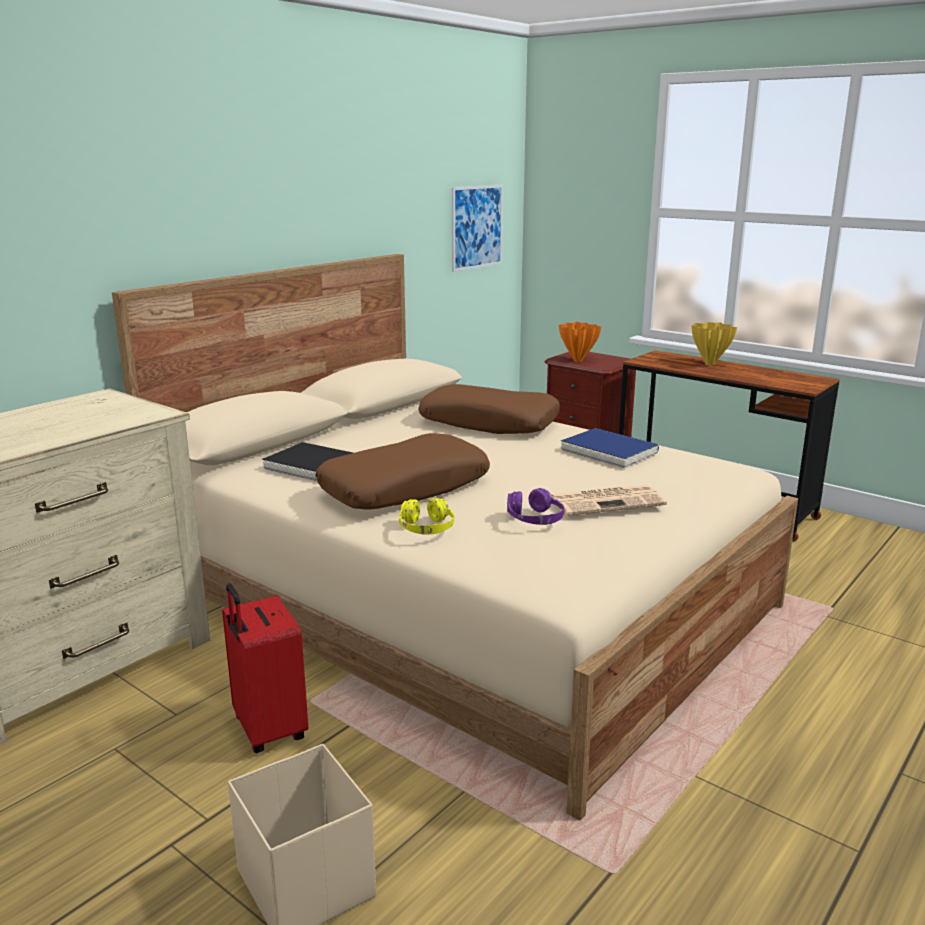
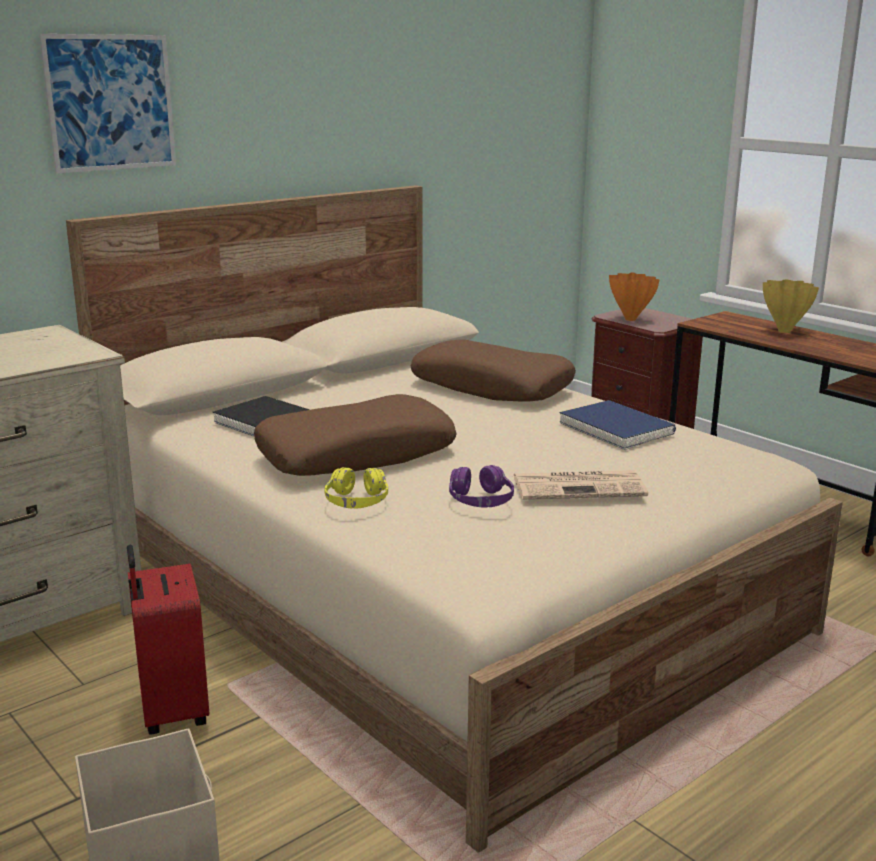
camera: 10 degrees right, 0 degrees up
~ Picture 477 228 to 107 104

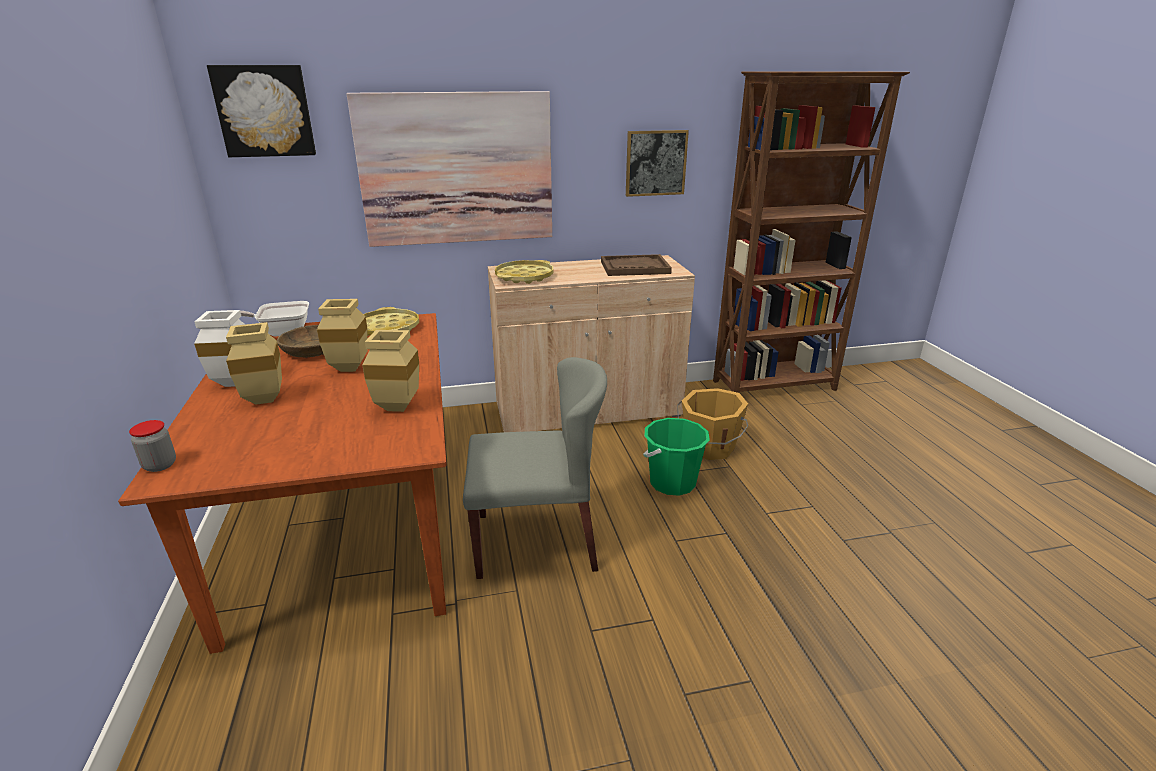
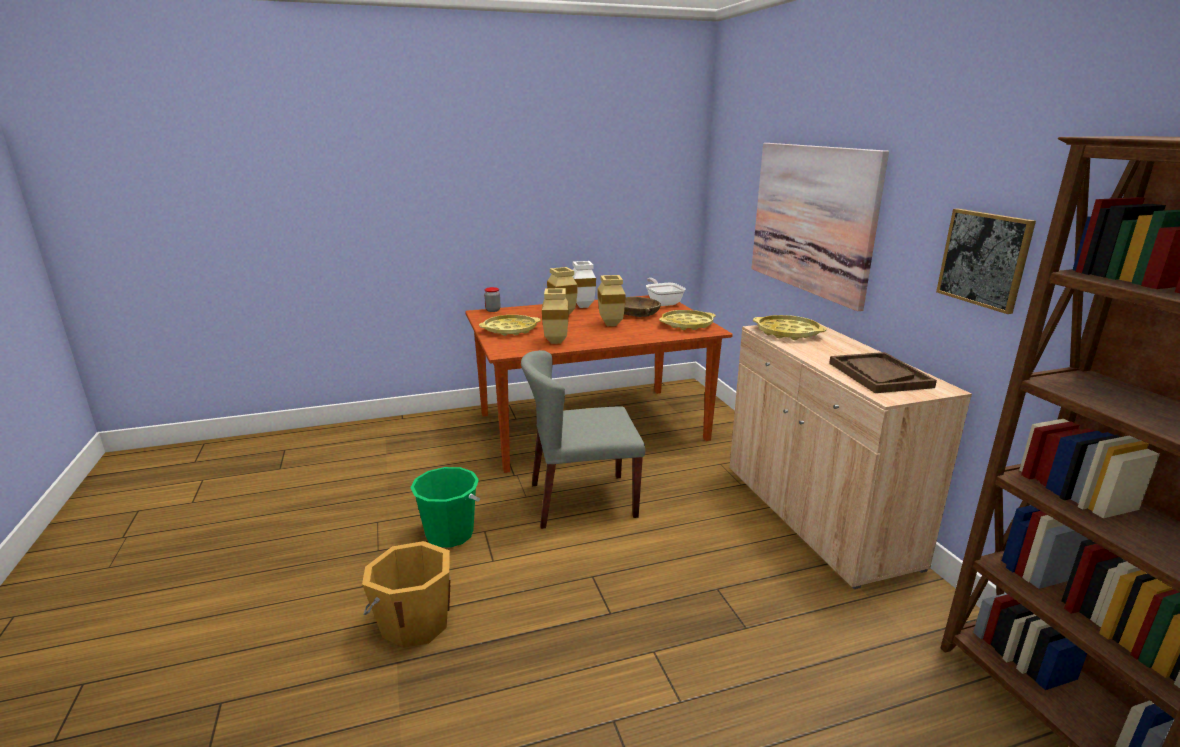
camera: 85 degrees right, 5 degrees down
- Picture 261 111
~ GrayChair 535 468 = 583 439 90 degrees clockwise
~ GreenBucket 676 457 to 445 507
~ OrangeyBucket 712 424 to 406 594
+ YellowServingTray 510 325

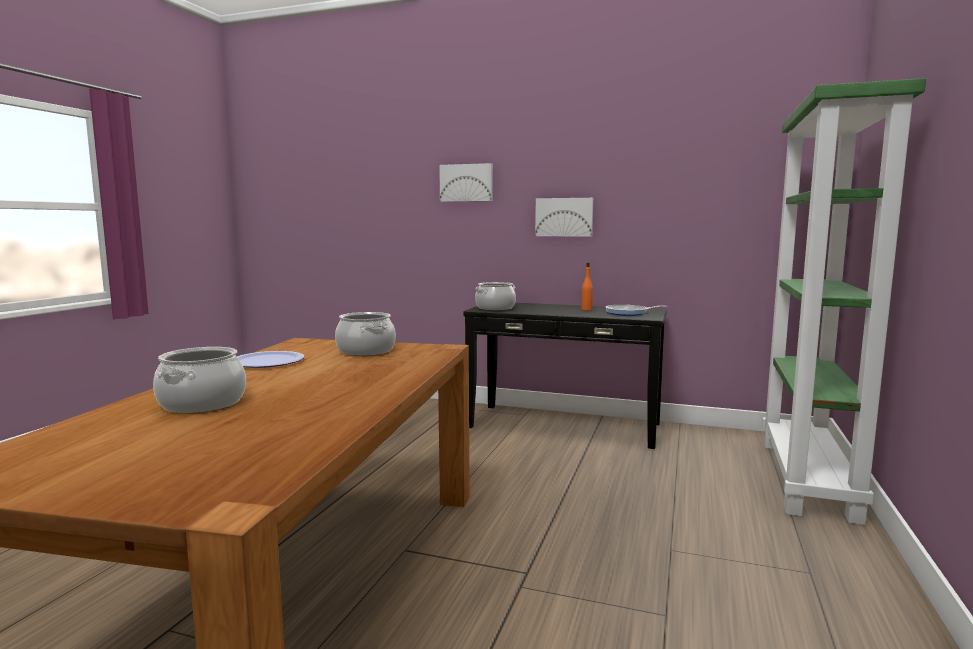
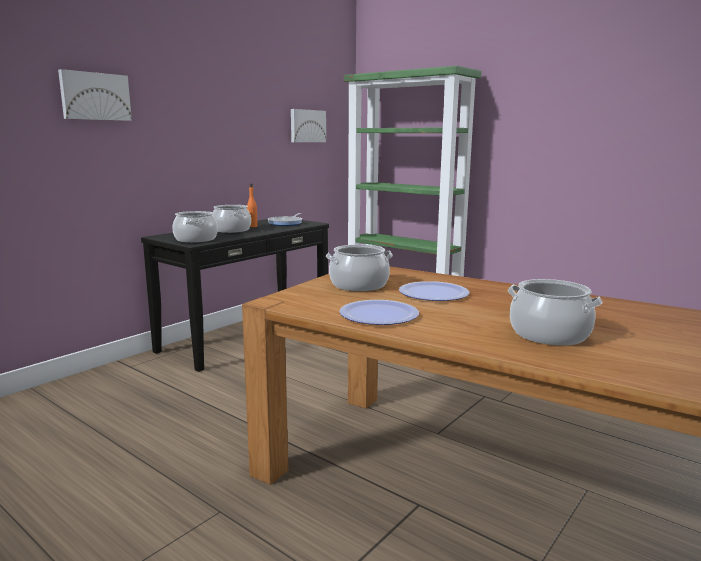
camera: 70 degrees left, 5 degrees up
~ Picture 564 217 to 308 125
+ Stockpot 231 219
+ Plate 434 291

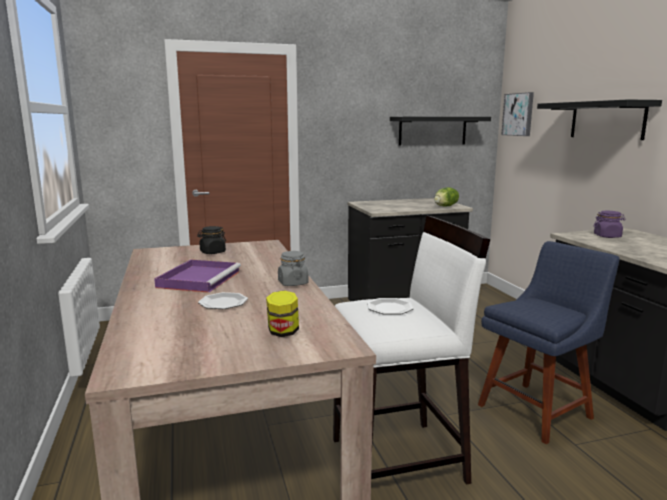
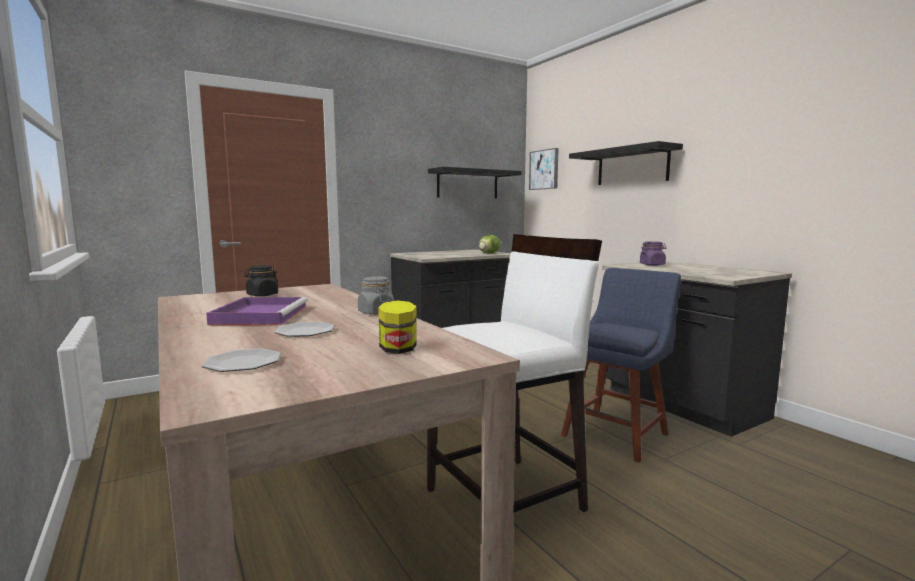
camera: 15 degrees left, 5 degrees down
~ Plate 390 306 to 241 360

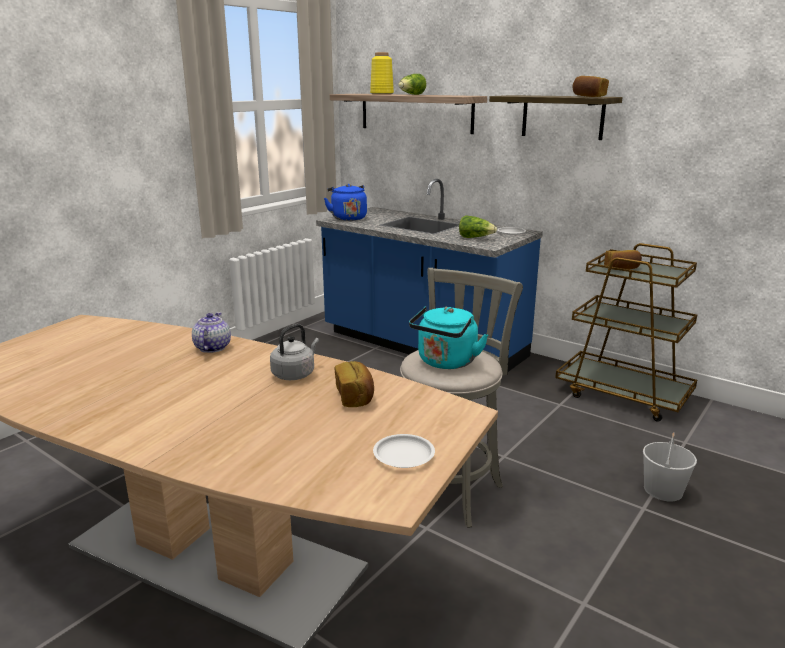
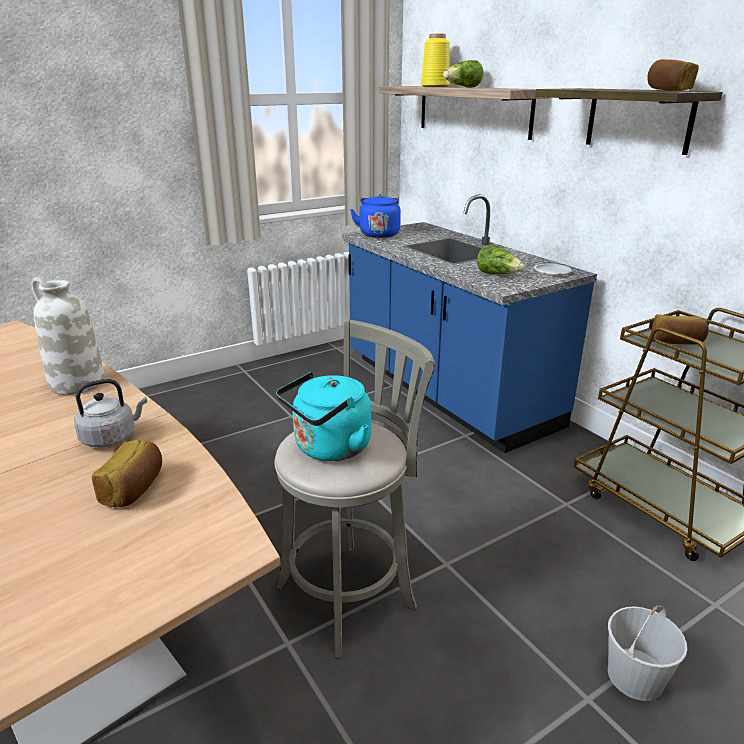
camera: 20 degrees right, 5 degrees up
~ TeaPot 211 332 to WhiteColouredFlowerVase 68 336
- WhiteColouredPlate 404 451

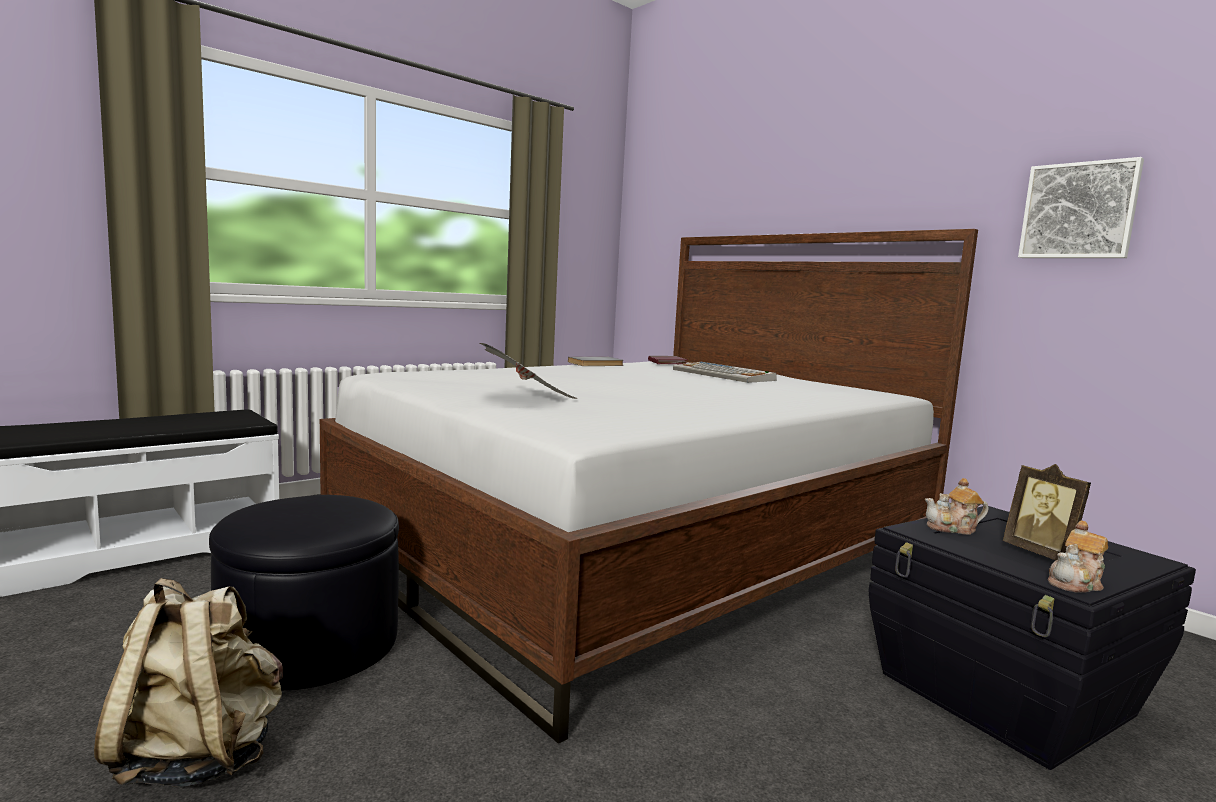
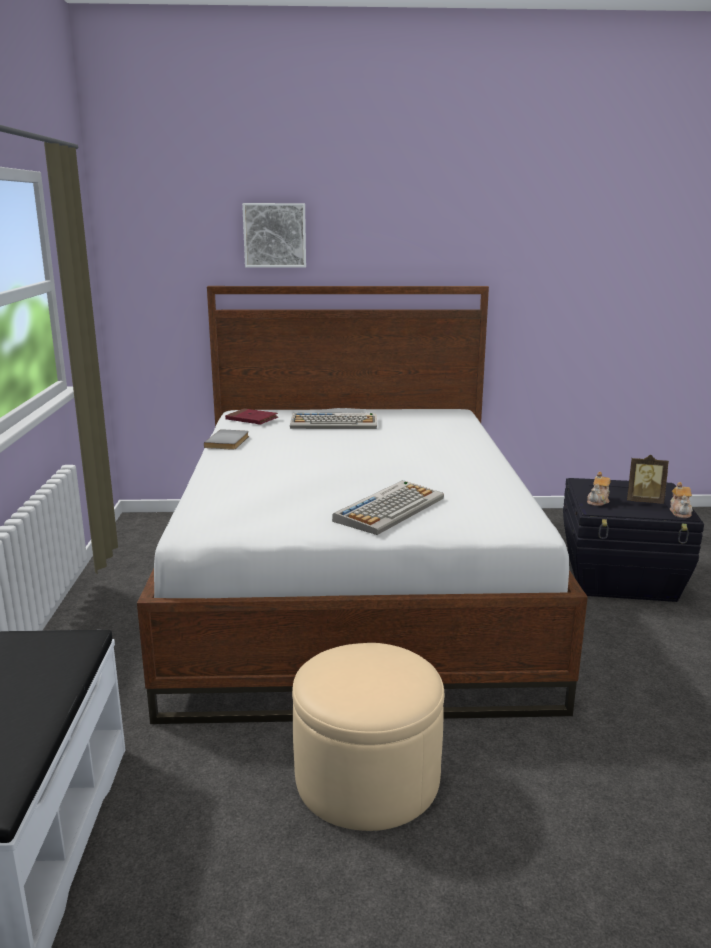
camera: 50 degrees left, 10 degrees up
- BeigeBackpack 188 682
~ BlackFootrest 304 592 to BeigeFootrest 368 737
~ PrintedPaper 528 371 to ComputerKeyboard 388 507
~ Picture 1081 207 to 274 235

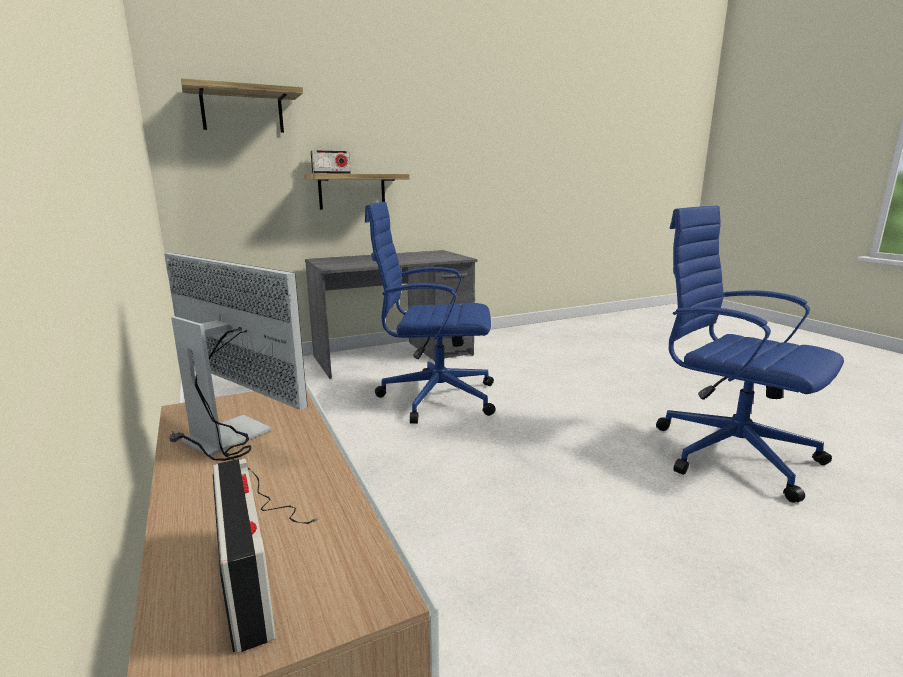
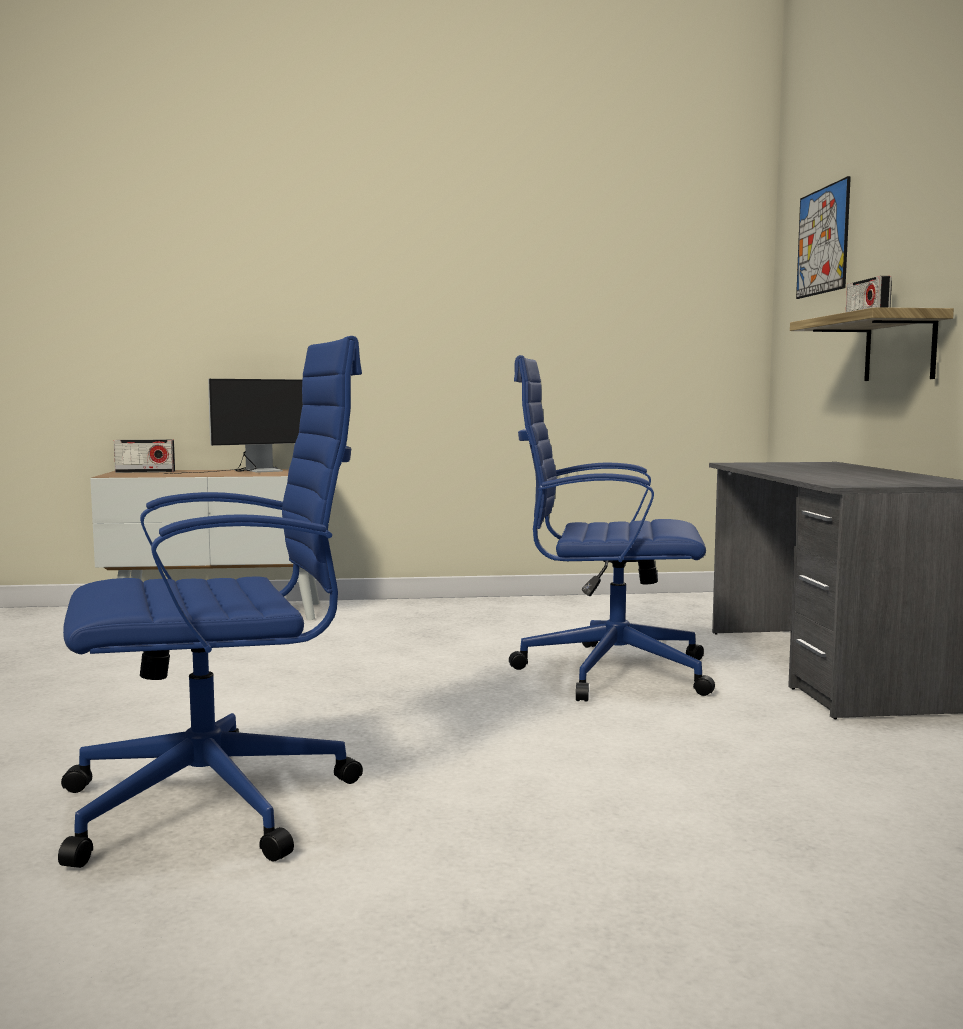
camera: 110 degrees right, 10 degrees down
~ BracketShelf 242 105 to Picture 823 237
~ BlueDeskChair 430 313 = 612 528 105 degrees counterclockwise

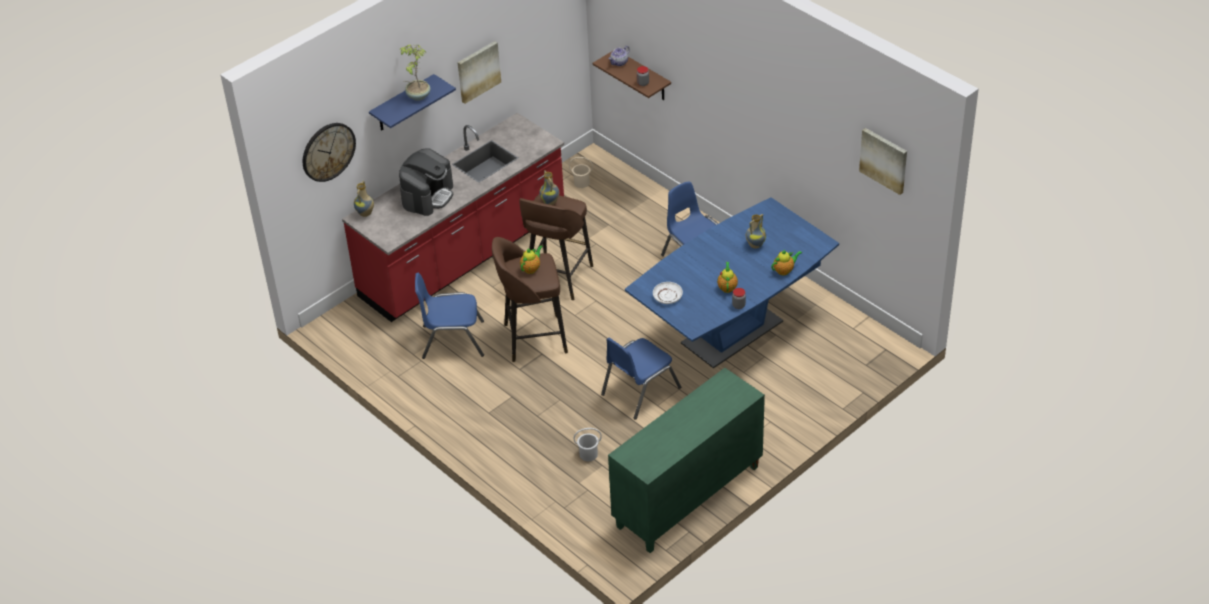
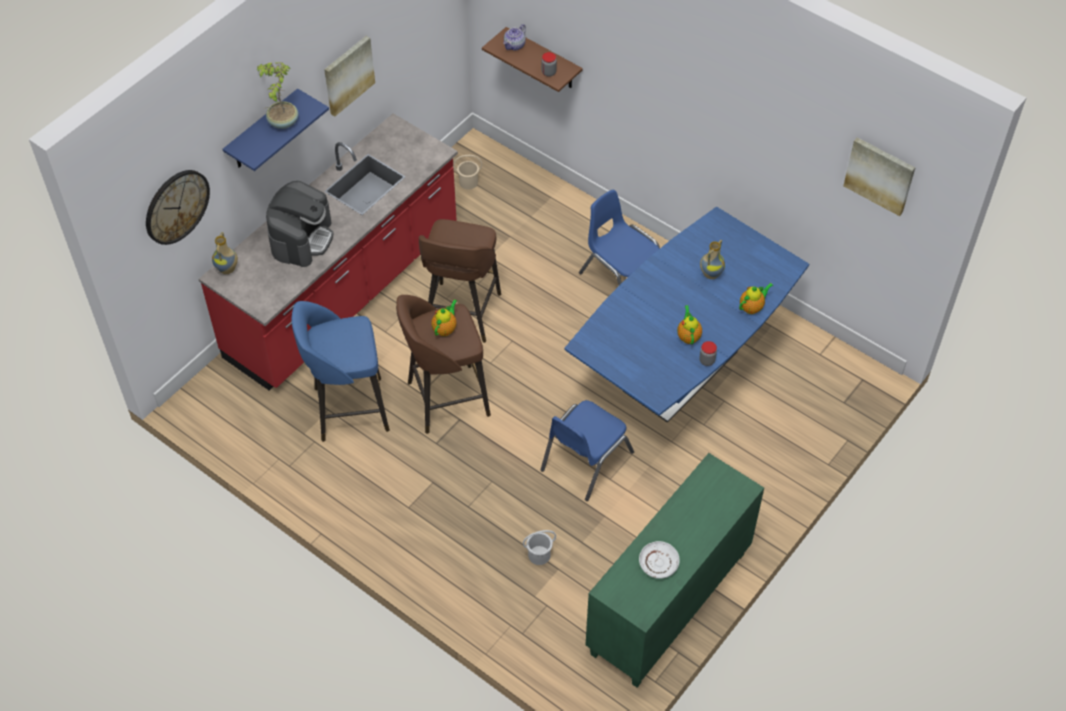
camera: 10 degrees left, 10 degrees up
~ BlueChair 449 316 to BlueSittingStool 341 371
- FlowerVase 549 187
~ WhiteColouredPlate 668 293 to 659 560

